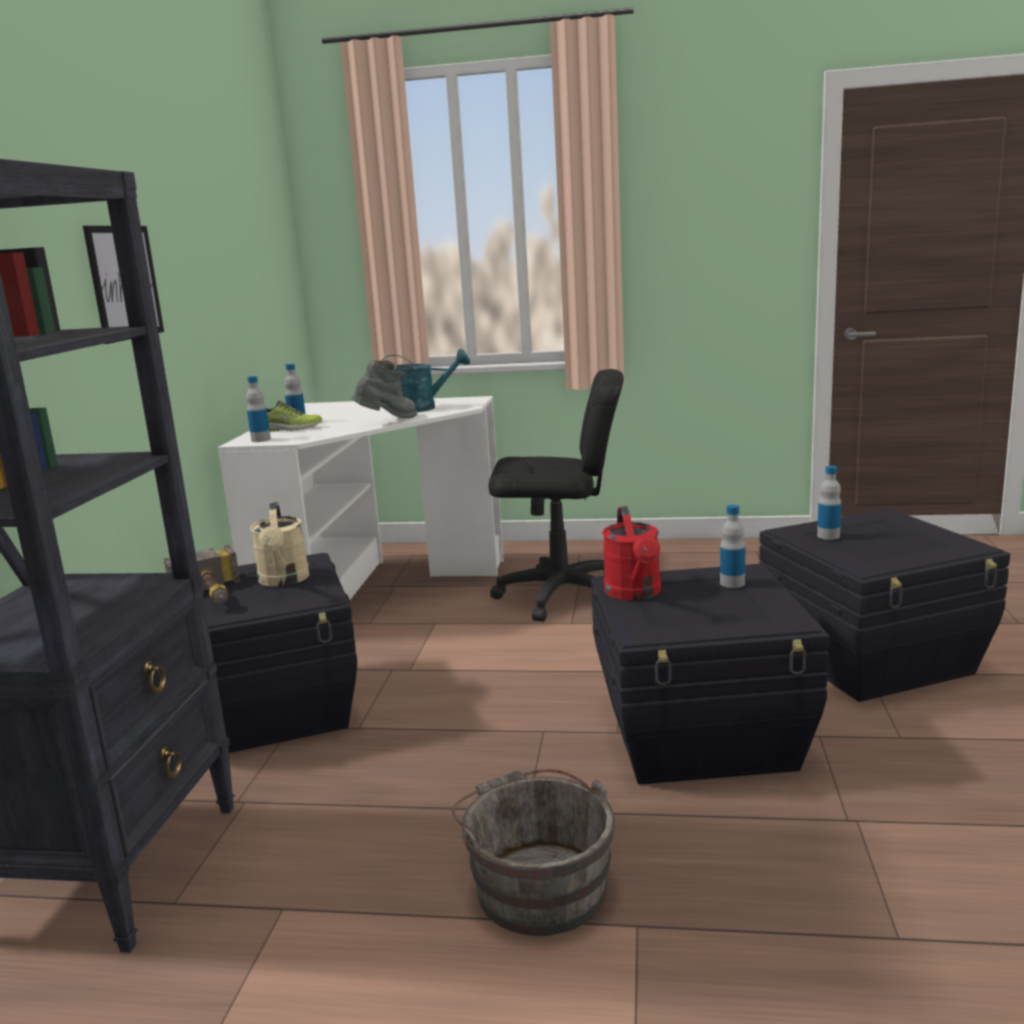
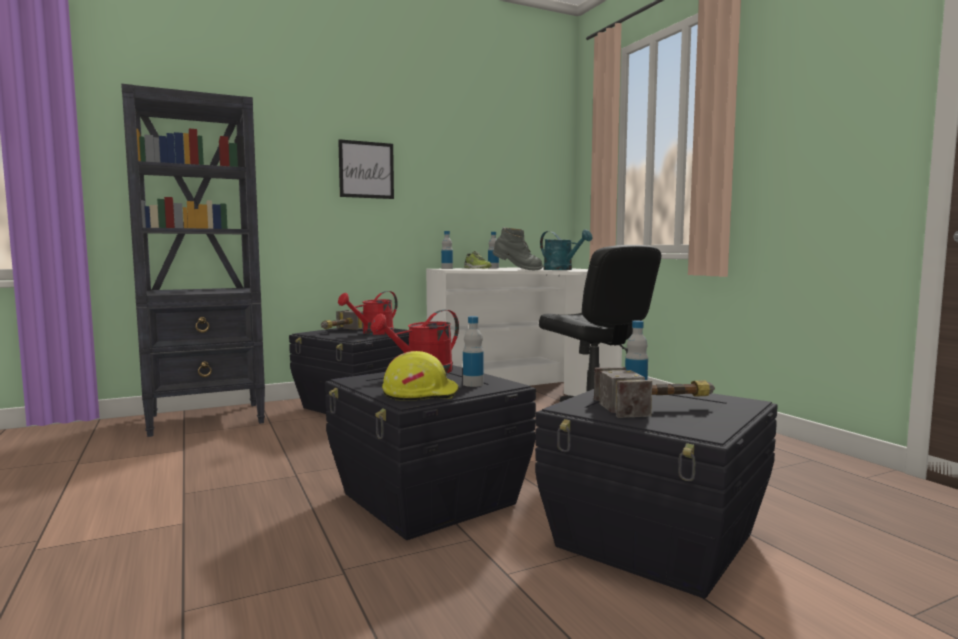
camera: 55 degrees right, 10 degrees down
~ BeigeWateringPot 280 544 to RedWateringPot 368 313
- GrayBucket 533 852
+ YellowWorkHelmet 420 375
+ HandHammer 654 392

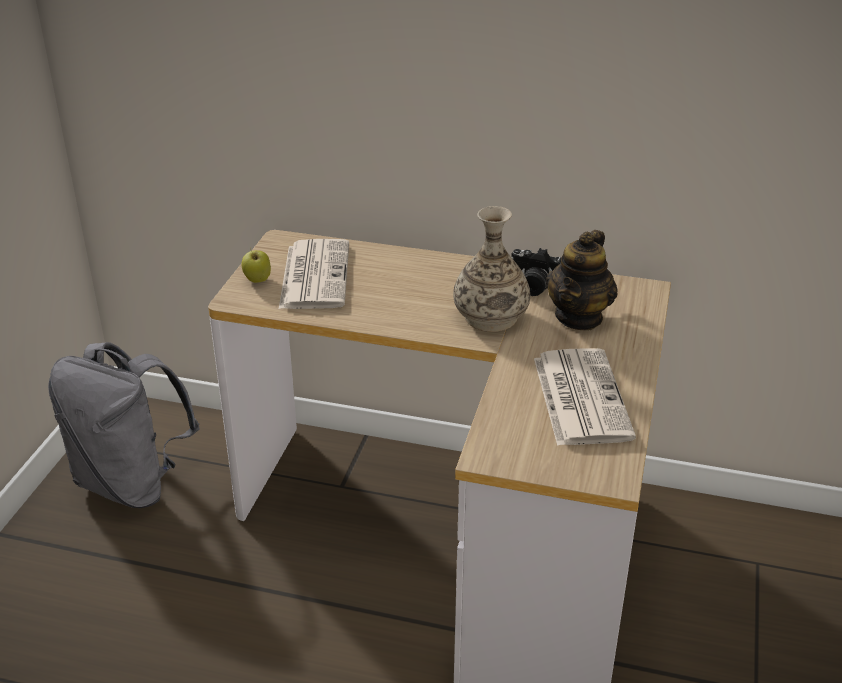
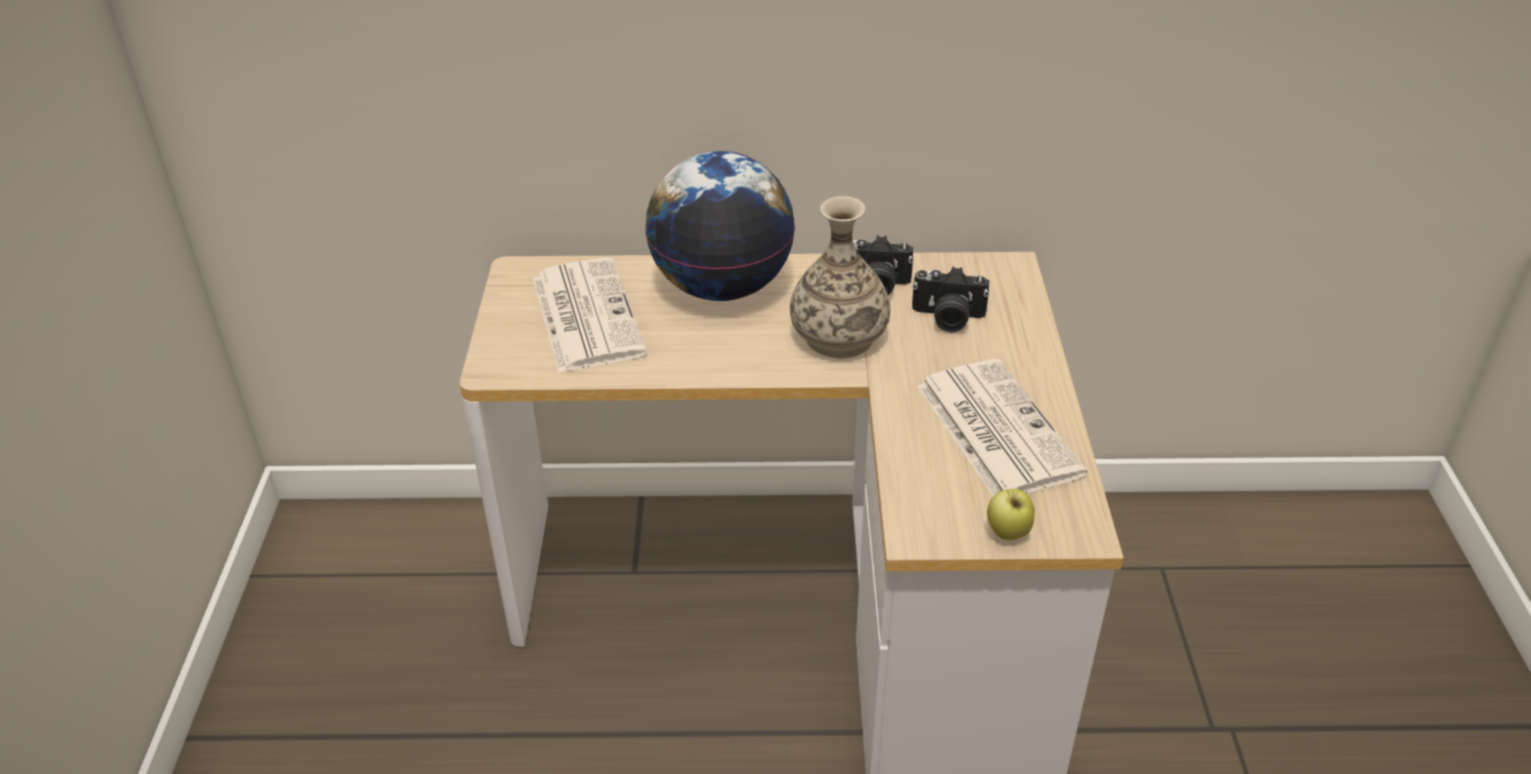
camera: 15 degrees left, 5 degrees up
- GrayBackpack 124 425
~ WholeApple 256 266 to 1011 514
~ TeaPot 582 280 to StillCamera 950 299
+ WorldGlobe 720 226

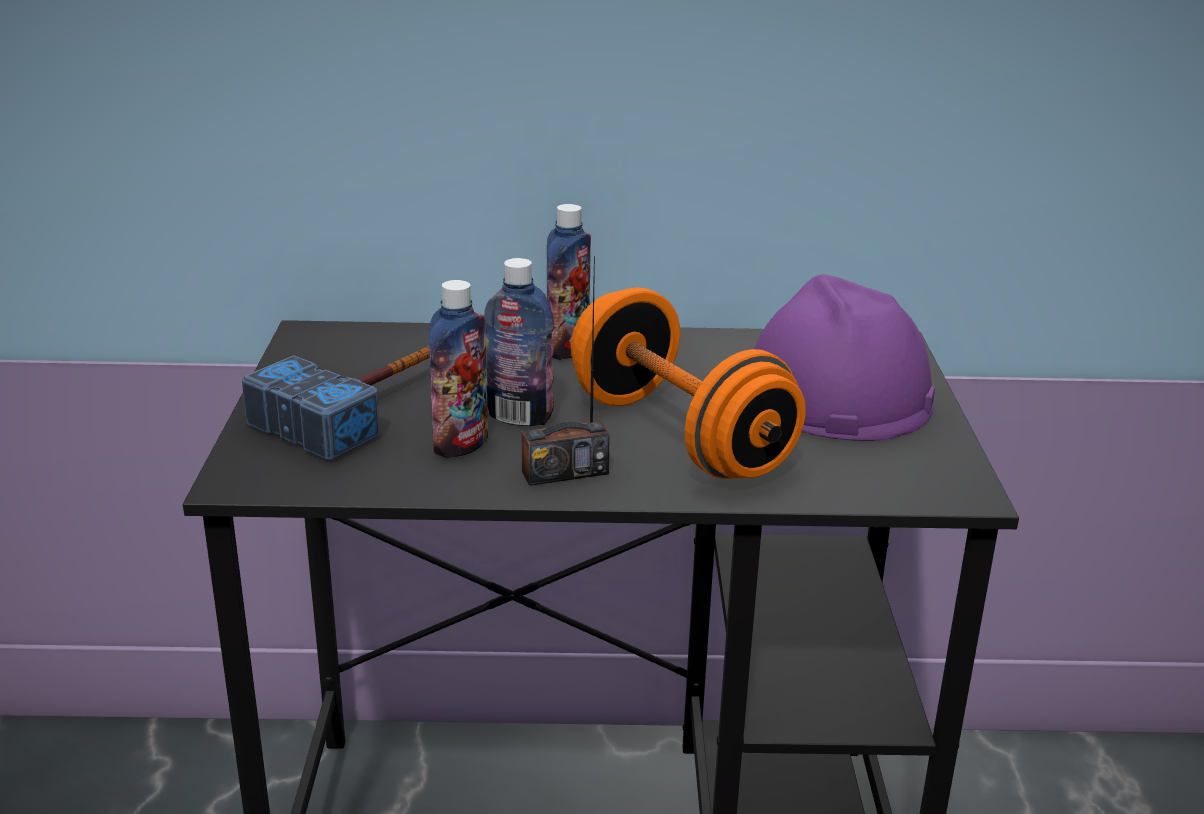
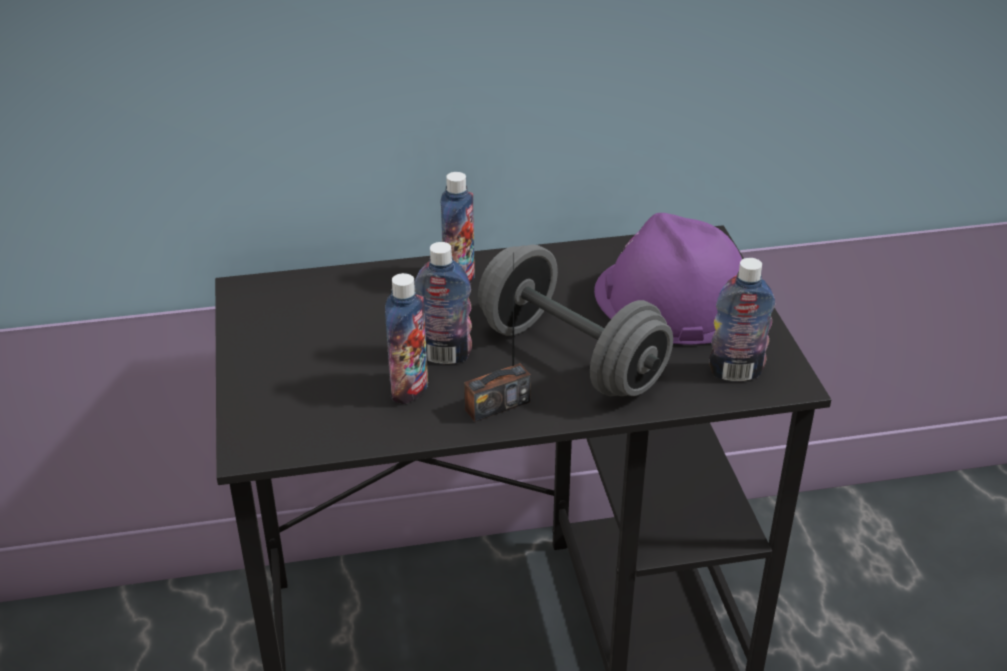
camera: 10 degrees left, 10 degrees up
- HandHammer 364 395
~ OrangeyHandWeight 688 383 to GrayHandWeight 575 320
+ Bottle 742 320

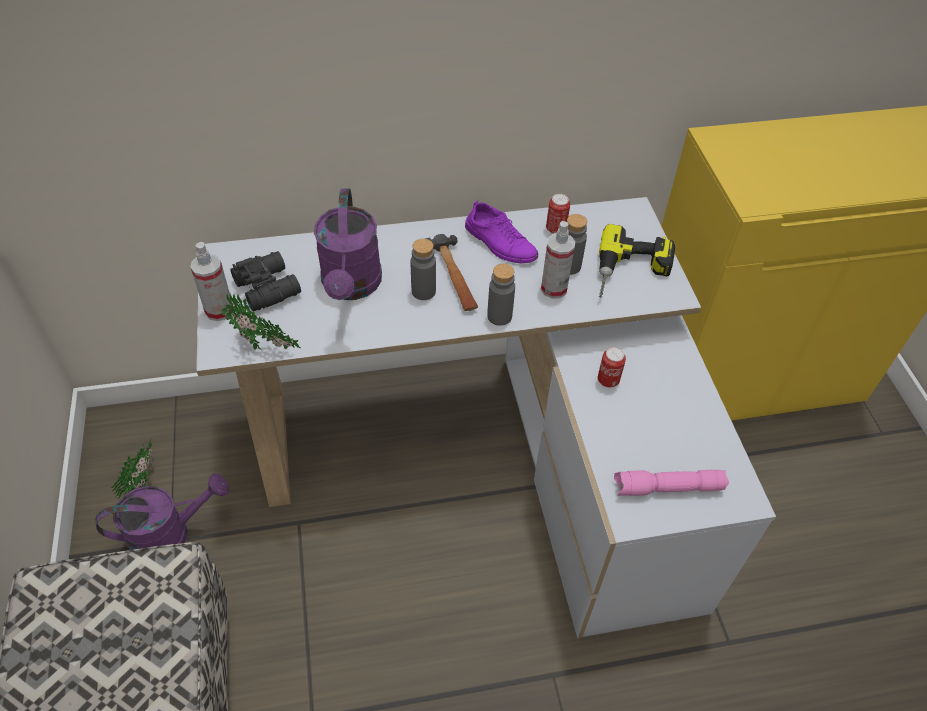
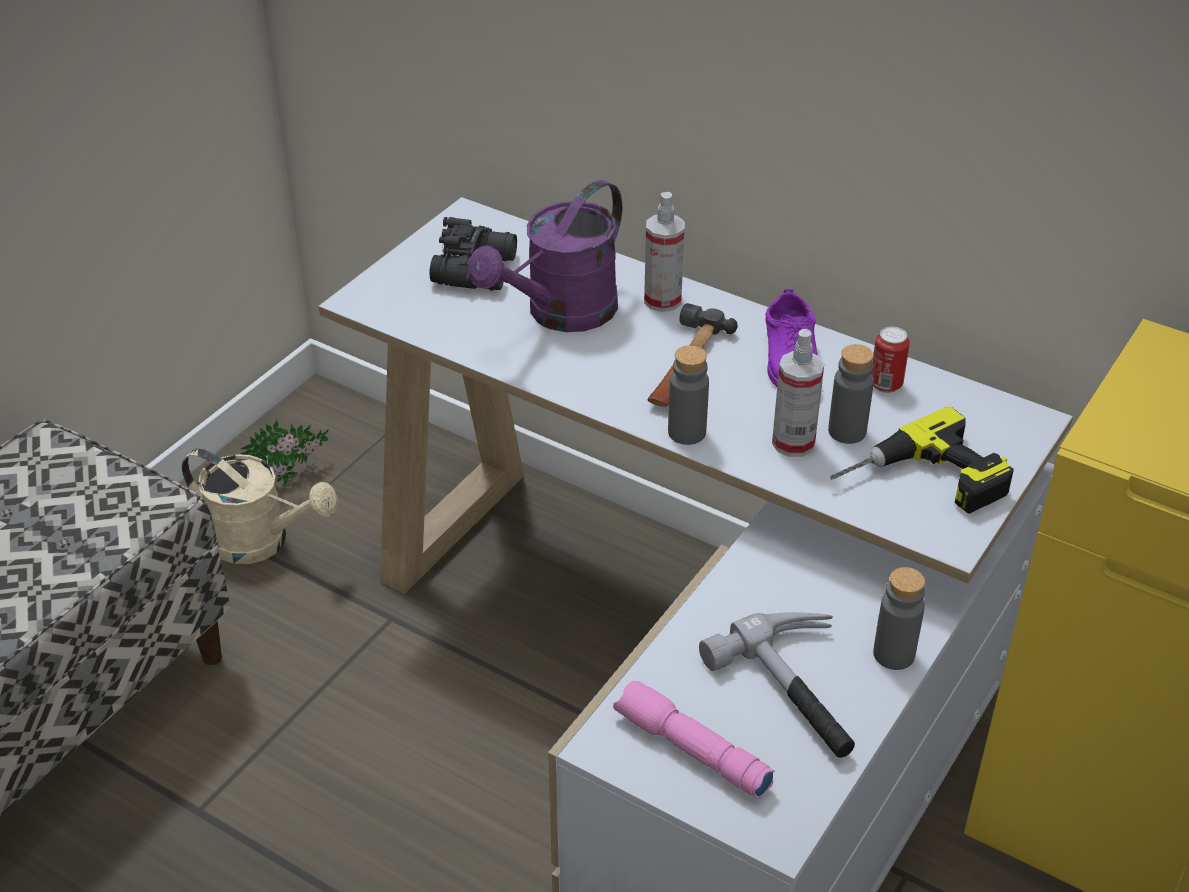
camera: 45 degrees right, 10 degrees down
~ PurpleColouredWateringPot 162 511 to BeigeWateringPot 260 506
~ SprayBottle 211 281 to 664 252
- PlantInAPot 261 321
~ GrayBottle 423 269 to 899 618
- Can 612 367
+ HandHammer 777 685

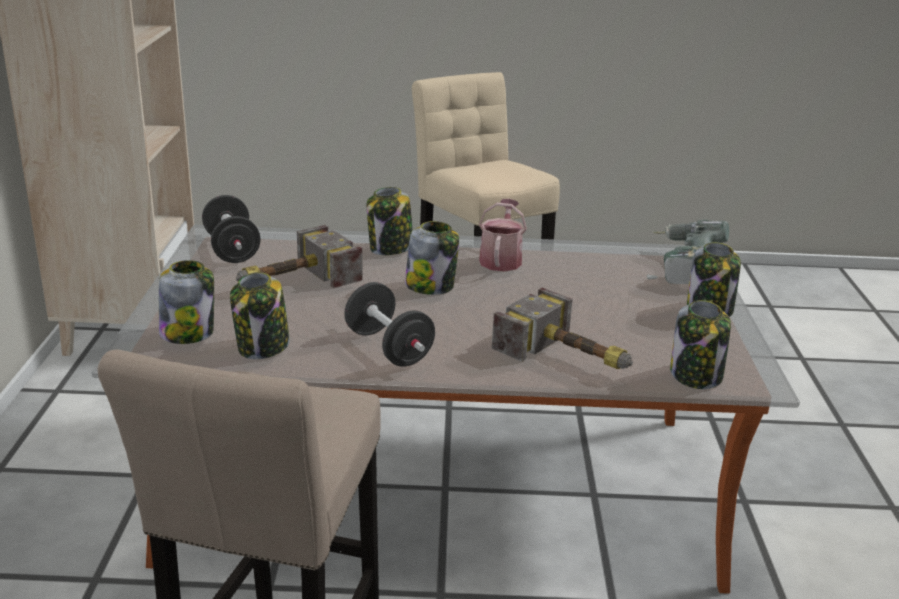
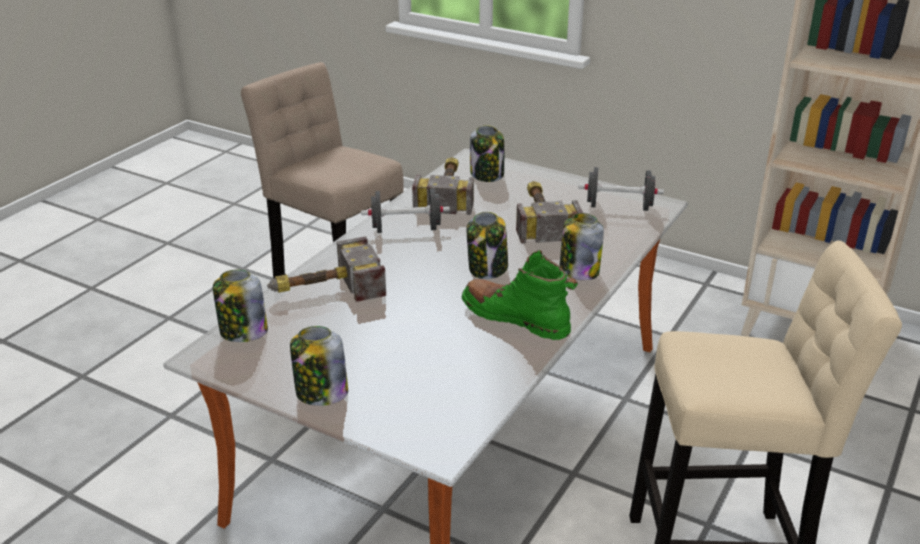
camera: 120 degrees right, 5 degrees up
~ PreserveJar 260 315 to HandHammer 443 186
~ WateringPot 503 235 to GreenBoot 520 295
- ElectricDrill 688 252

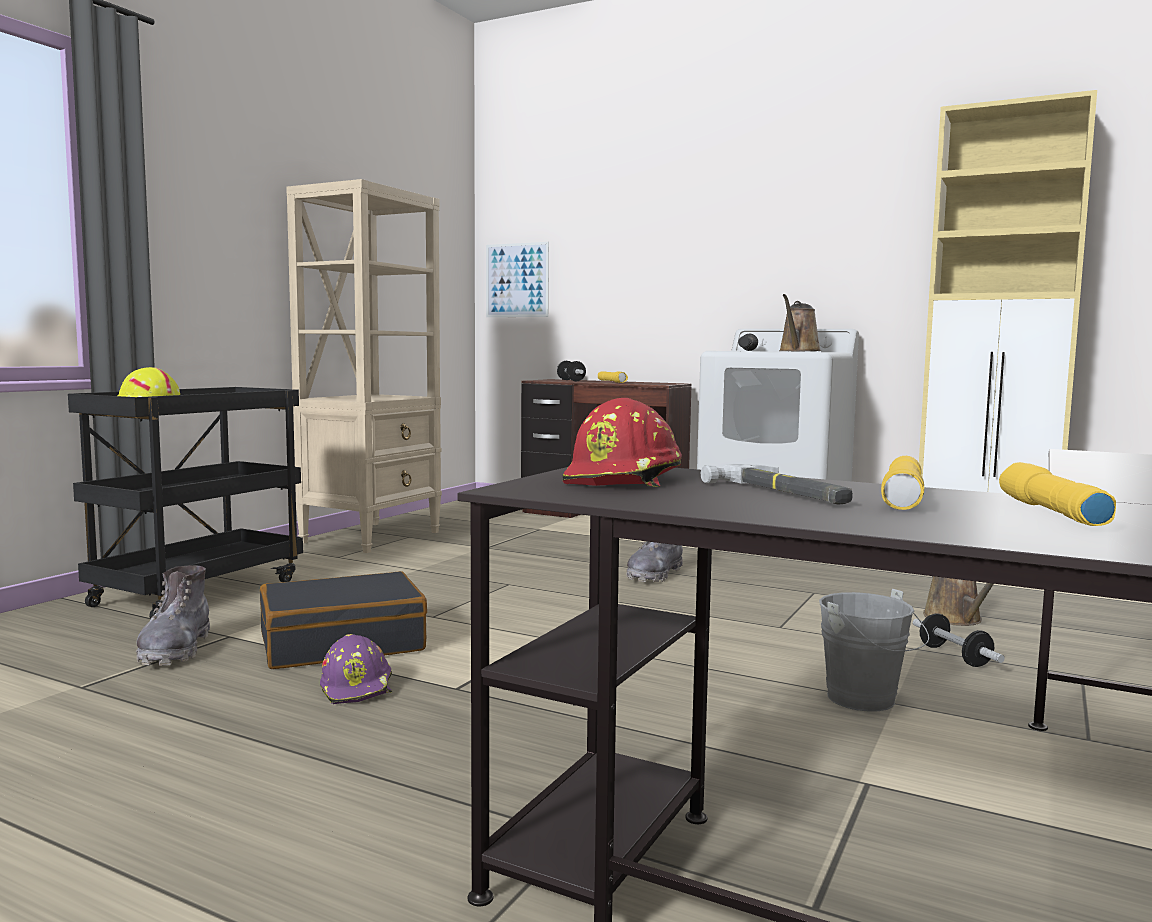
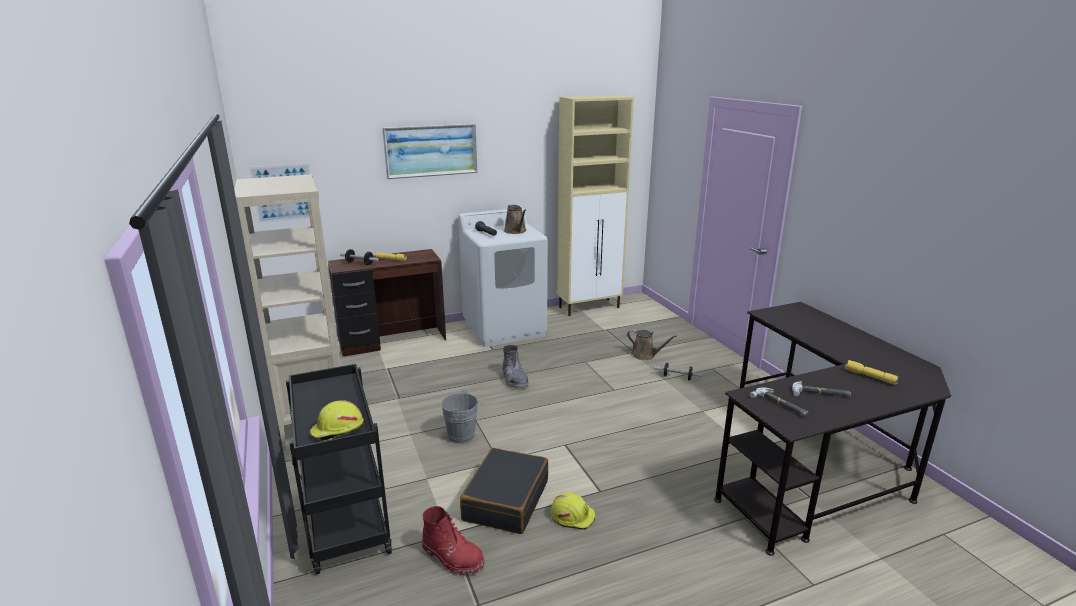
camera: 50 degrees left, 15 degrees up
~ GrayBoot 173 615 to RedBoot 453 541
~ PurpleColouredWorkHelmet 356 669 to YellowWorkHelmet 573 511
~ RedWorkHelmet 622 442 to HandHammer 779 402
~ GrayBucket 874 650 to 463 416
- YellowFlashlight 902 483
+ Picture 429 151

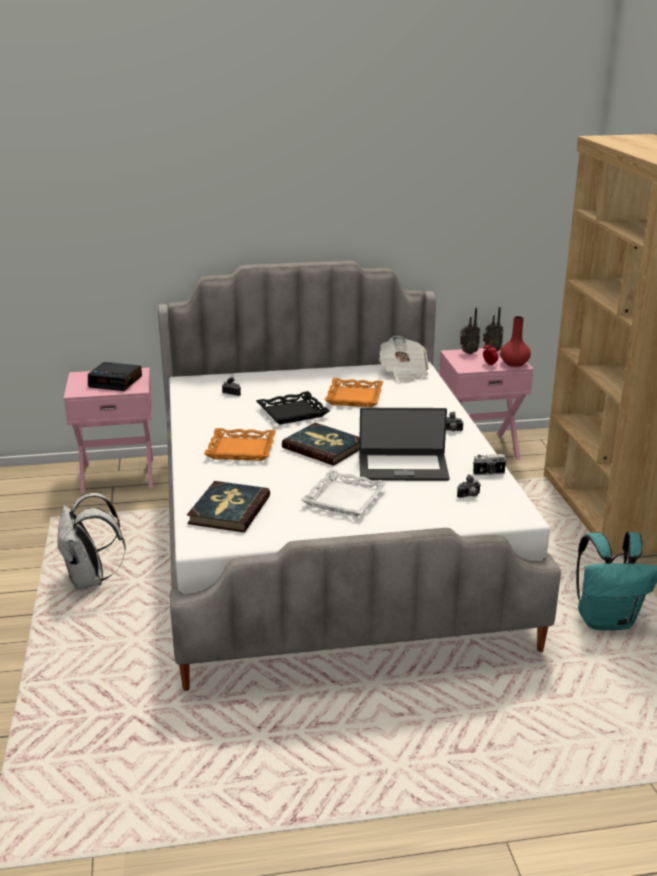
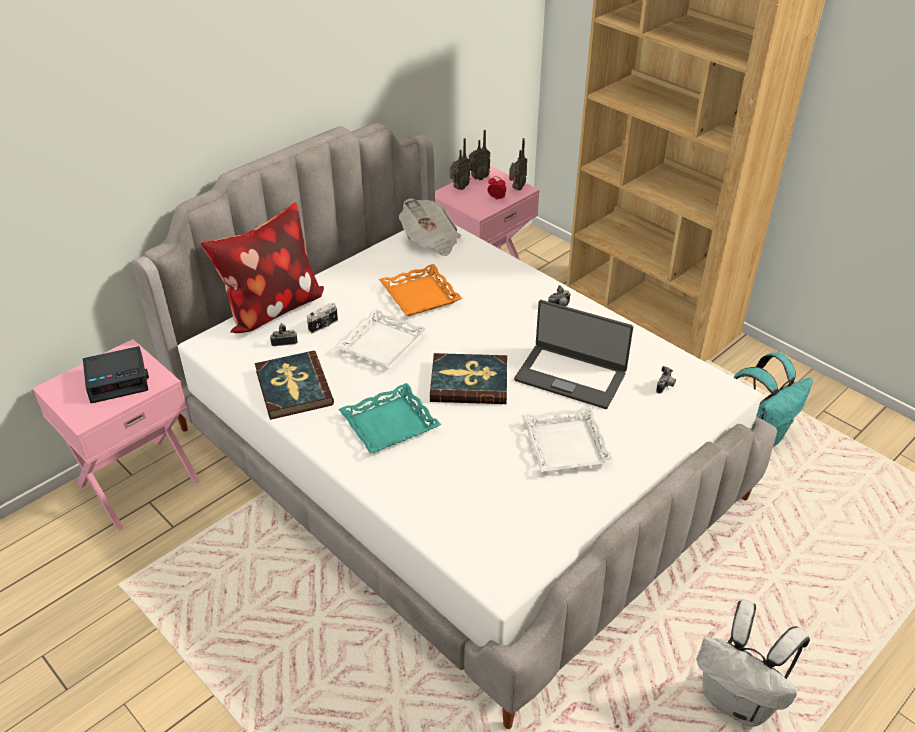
camera: 35 degrees left, 15 degrees up
~ WhiteColouredBackpack 91 541 to 753 663
~ Volume 228 506 to 294 385
~ OrangeyServingTray 240 444 to BlueGreenServingTray 390 418
~ BlackServingTray 293 408 to WhiteColouredServingTray 381 339
~ Laptop 404 444 = 573 354 60 degrees clockwise
~ StillCamera 490 464 to 322 318
~ RedFlowerVase 515 341 to RadioSet 518 164
+ Pillow 262 267

